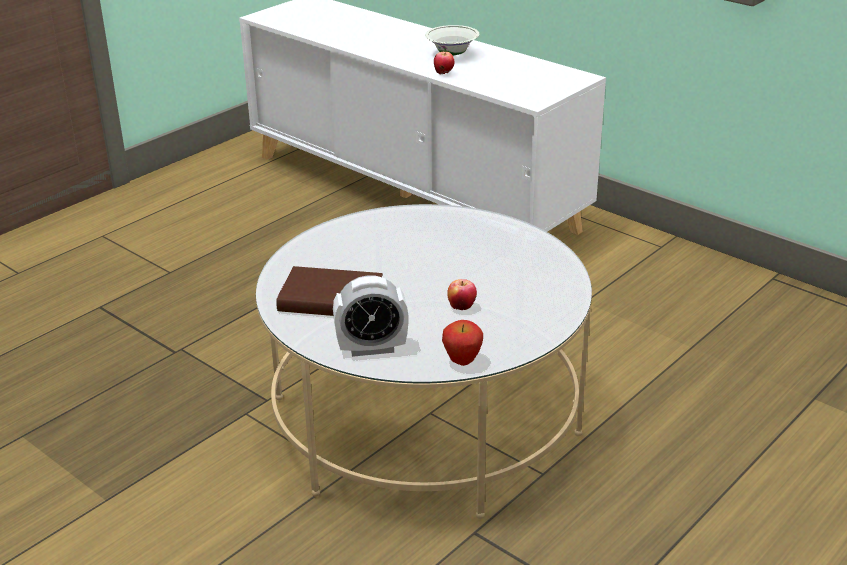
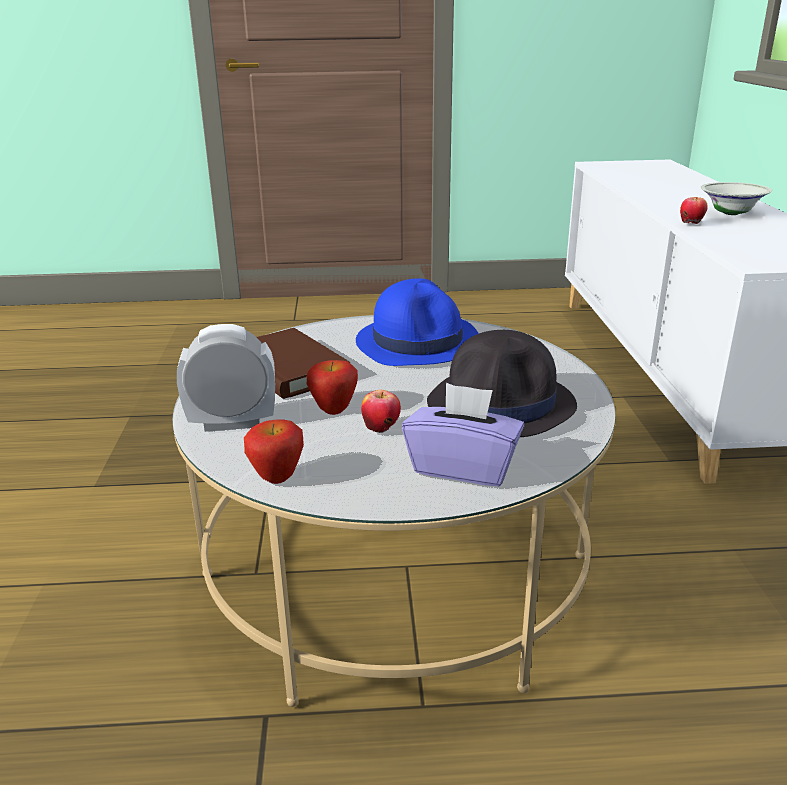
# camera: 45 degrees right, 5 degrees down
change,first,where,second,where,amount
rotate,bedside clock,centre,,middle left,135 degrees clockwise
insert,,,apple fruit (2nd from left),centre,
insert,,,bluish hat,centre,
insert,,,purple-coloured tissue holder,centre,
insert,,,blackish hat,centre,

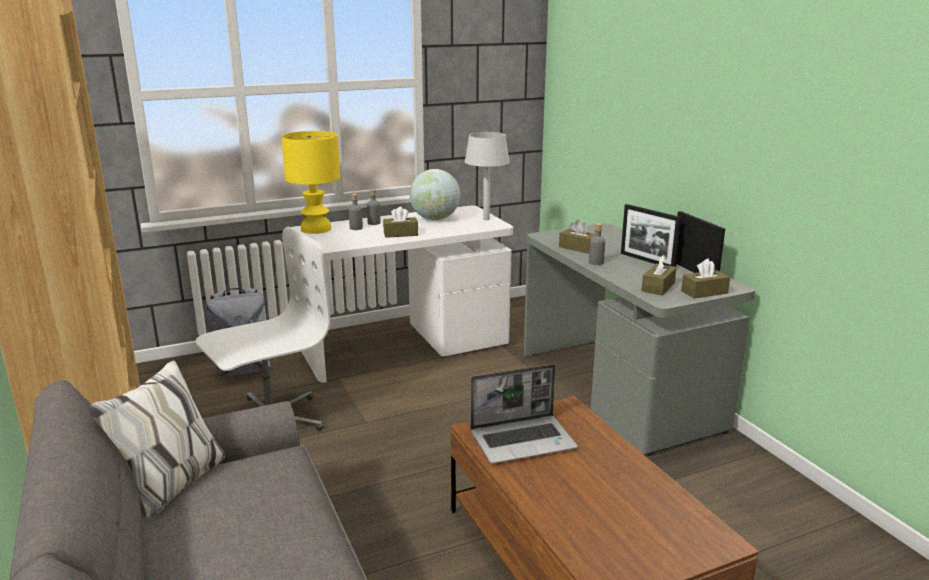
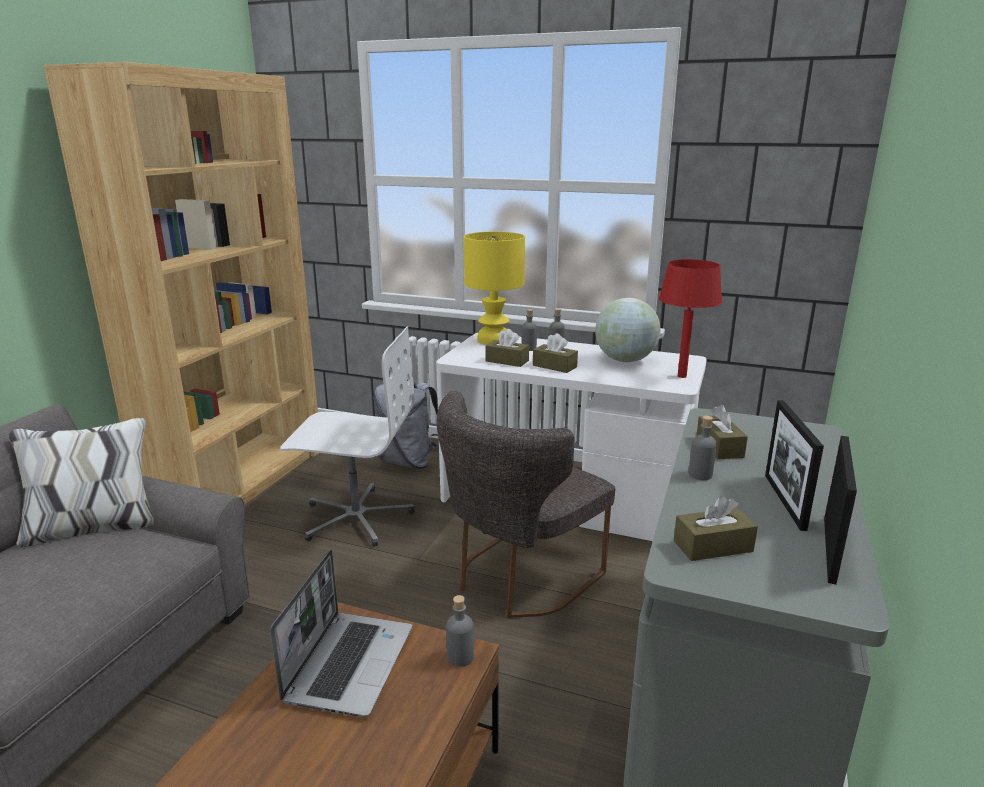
# camera: 45 degrees right, 0 degrees up
change,first,where,second,where,amount
recolor,greyish tabletop lamp,top centre,red-coloured tabletop lamp,middle right,
rotate,laptop,bottom centre,,bottom centre,105 degrees counterclockwise
move,brown tissue holder (4th from left in the first image),middle right,brown tissue holder (1st from left),centre,
insert,,,greyish plain chair,centre,
insert,,,greyish beverage bottle (1st from left),bottom centre,

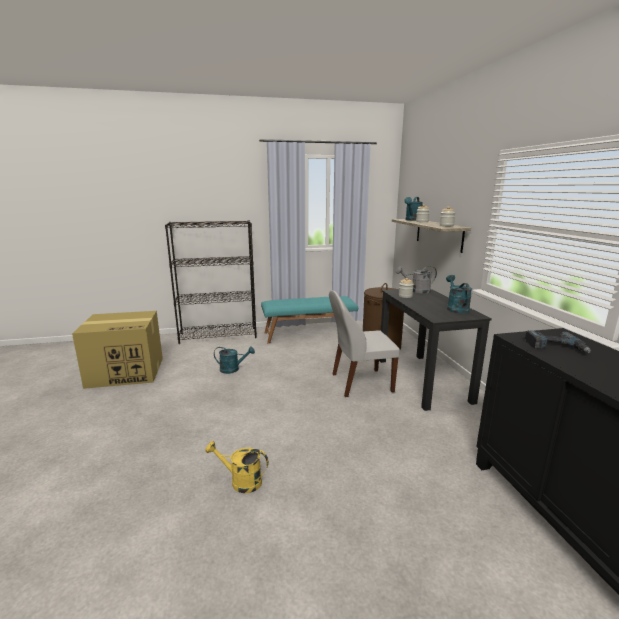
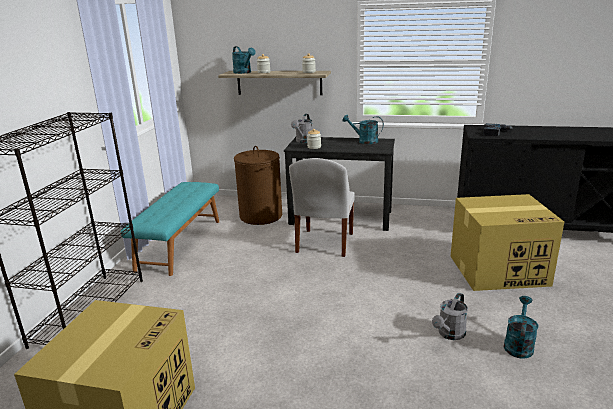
# camera: 65 degrees left, 5 degrees up
change,first,where,second,where,amount
recolor,yellow watering can,bottom centre,greyish watering can (2nd from left),bottom right,
move,blue-green watering can (1st from left in the first image),centre,blue-green watering can (3rd from left),bottom right,
insert,,,cardboard box (2nd from left),middle right,

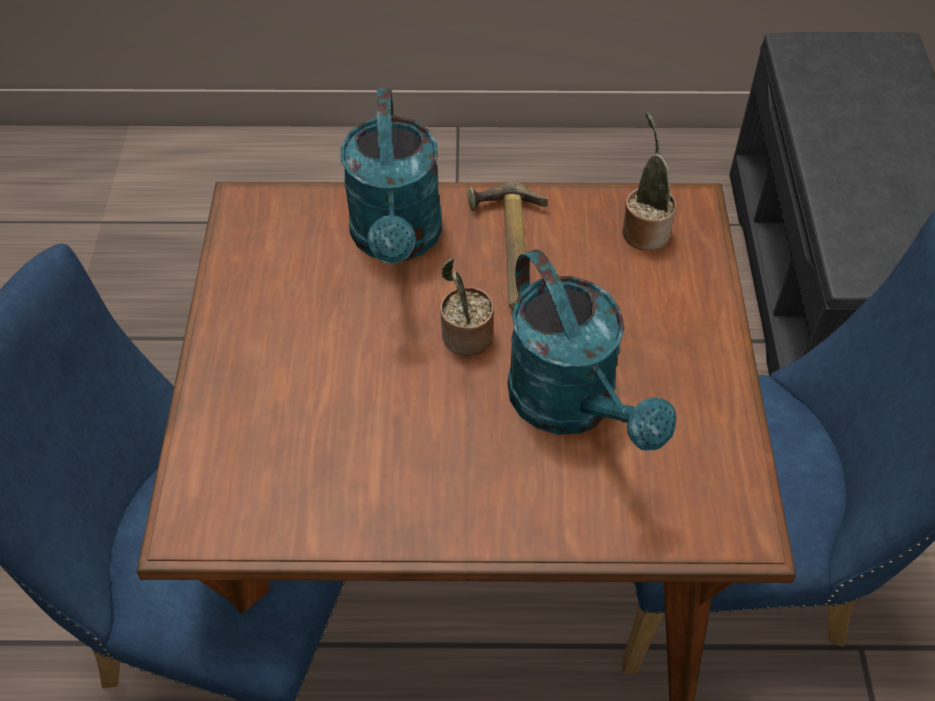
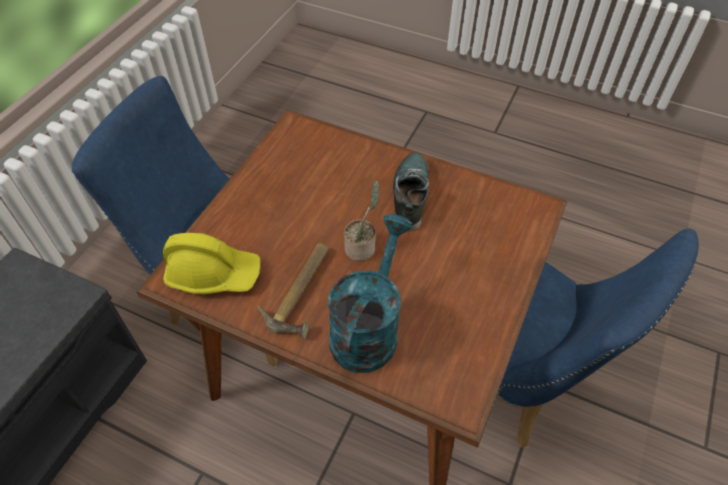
# camera: 155 degrees left, 0 degrees up
change,first,where,second,where,amount
delete,blue-green watering can (2nd from left),centre,,,
replace,houseplant (2nd from left),top right,yellow safety helmet,middle left,
insert,,,low shoe,centre,

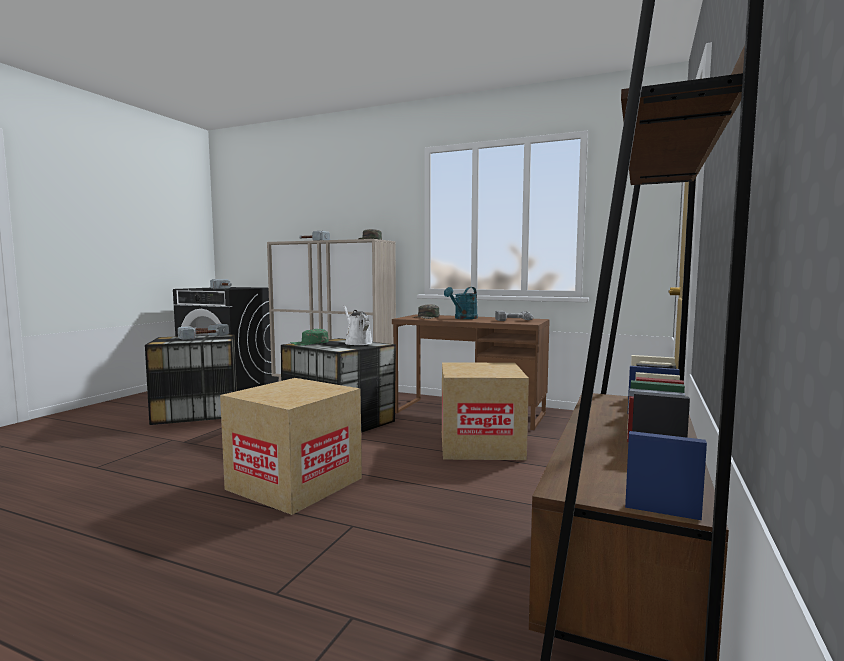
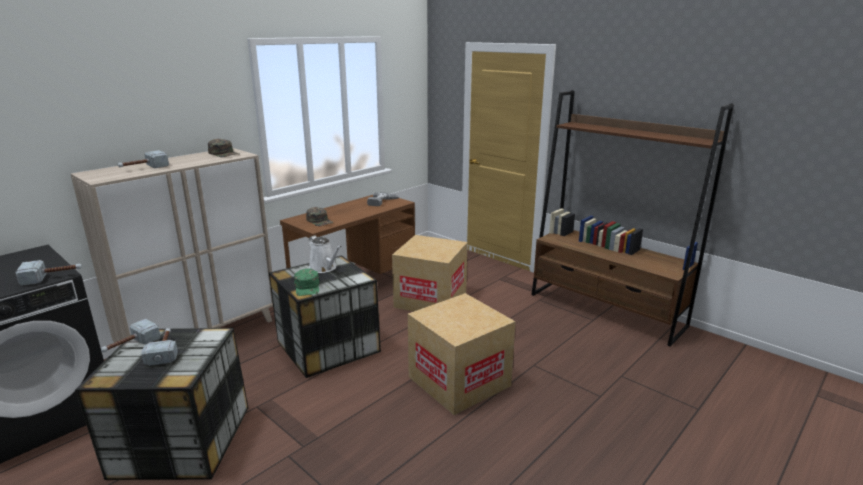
# camera: 70 degrees left, 15 degrees up
change,first,where,second,where,amount
rotate,white-coloured watering can,centre,,centre,120 degrees counterclockwise
delete,blue-green watering can,centre,,,

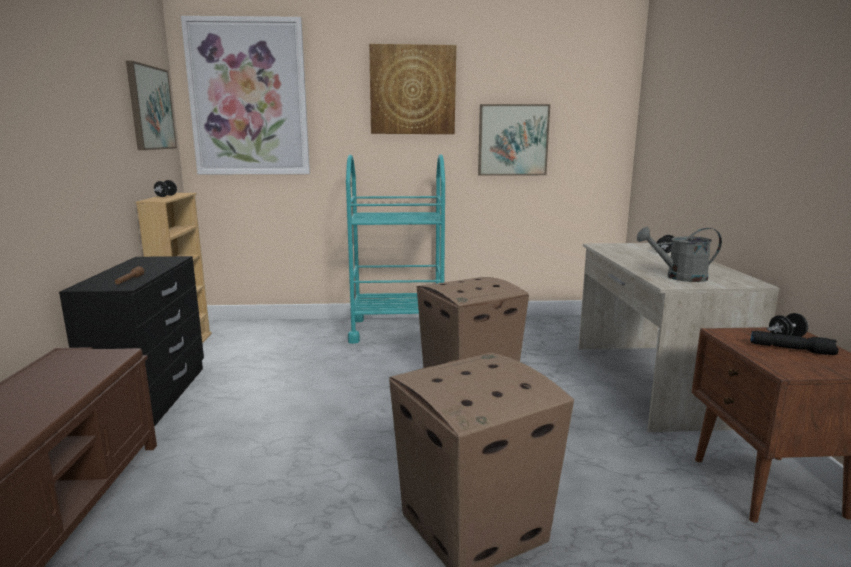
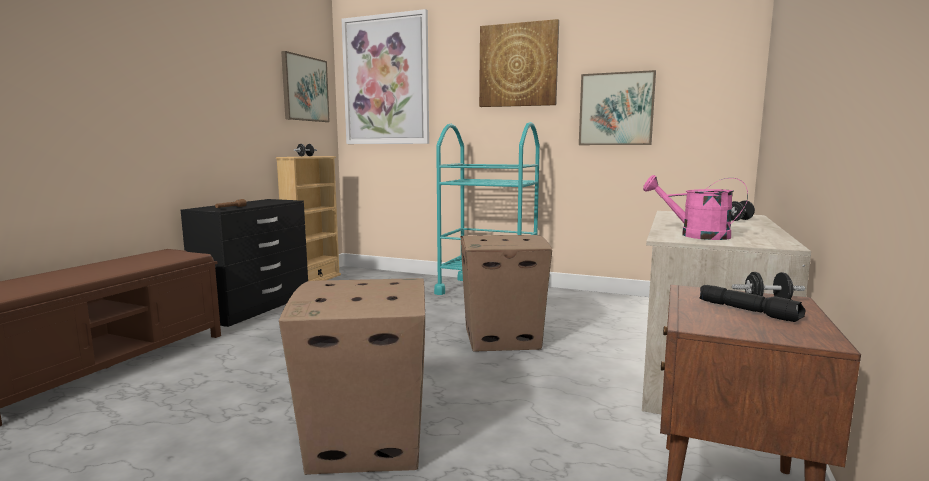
# camera: 25 degrees right, 5 degrees down
change,first,where,second,where,amount
recolor,greyish watering can,middle right,pink-coloured watering can,middle right,

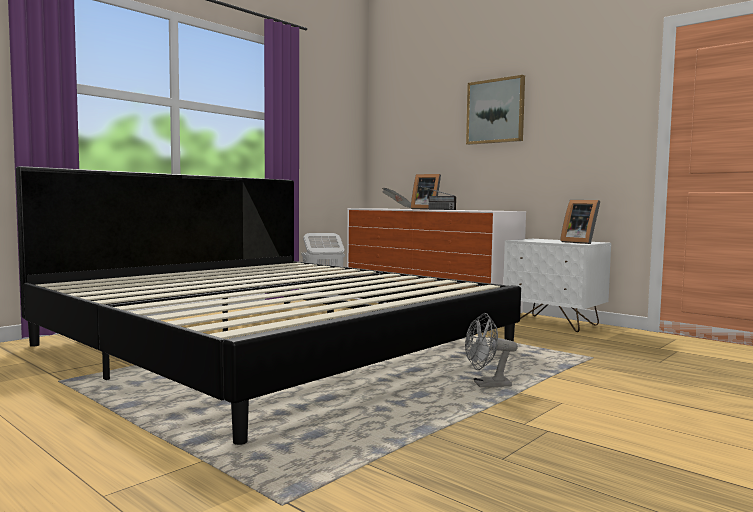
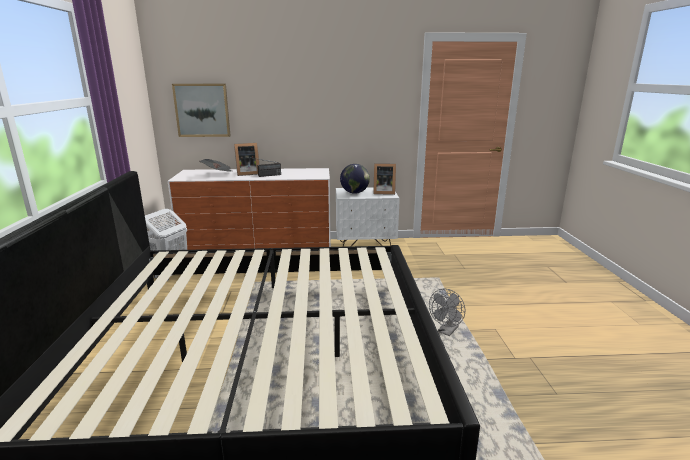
# camera: 45 degrees left, 15 degrees up
change,first,where,second,where,amount
move,picture,top centre,,top left,
insert,,,globe,centre,

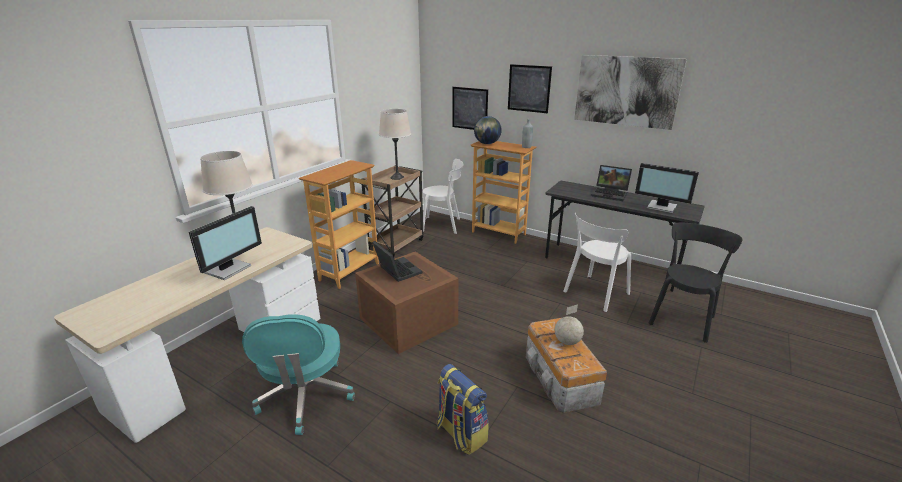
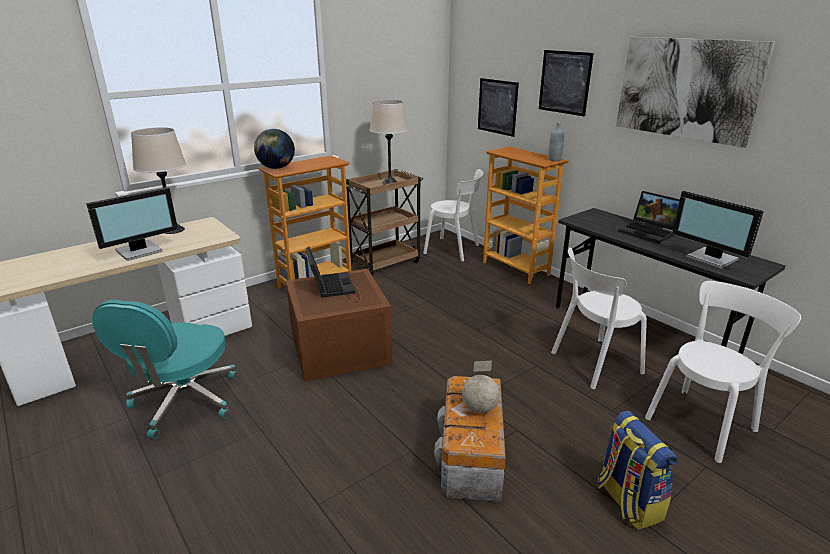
# camera: 20 degrees right, 0 degrees up
change,first,where,second,where,amount
move,rucksack,bottom centre,,bottom right,
move,globe (1st from left),top centre,,top left,
recolor,blackish plain chair,middle right,white-coloured plain chair (3rd from left),bottom right,

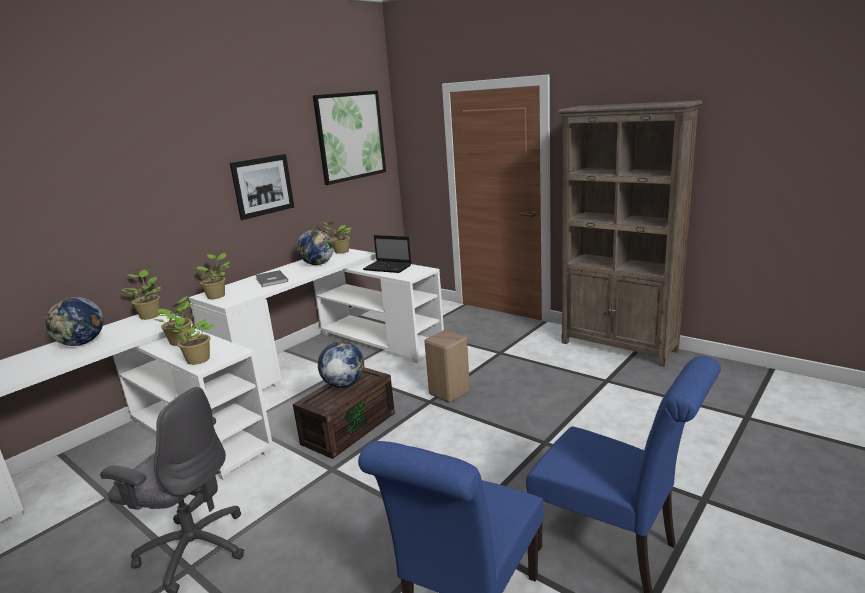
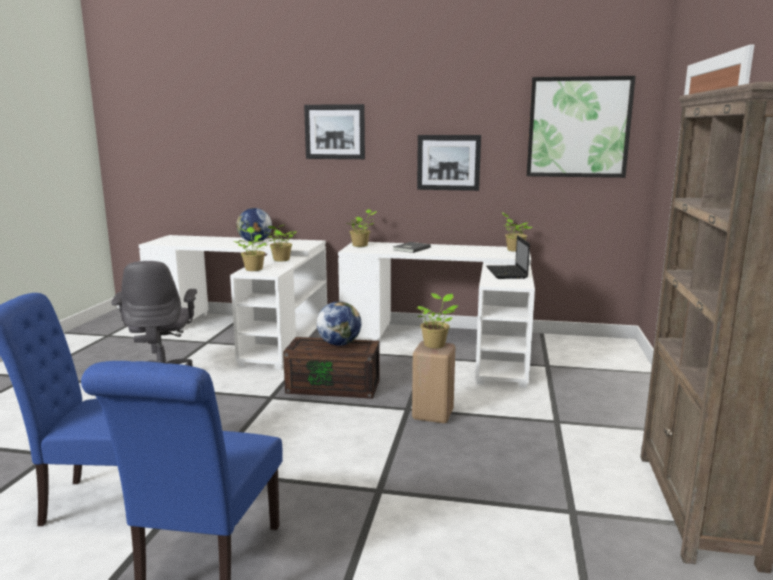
# camera: 60 degrees right, 5 degrees down
change,first,where,second,where,amount
move,houseplant (1st from left in the first image),middle left,houseplant (4th from left),centre,
delete,globe (2nd from left),centre,,,
insert,,,picture (1st from left),top centre,

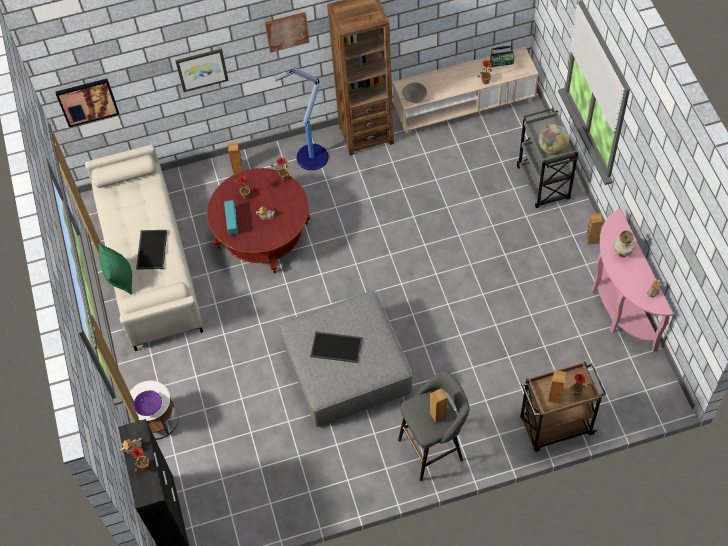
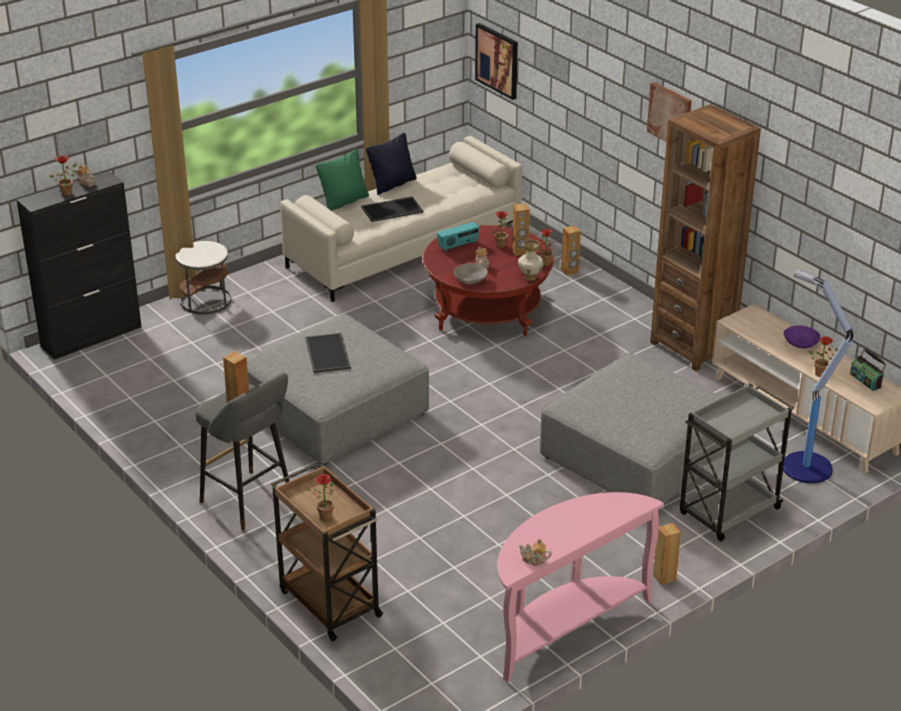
# camera: 65 degrees right, 25 degrees down
change,first,where,second,where,amount
move,purple-coloured bowl,bottom left,,middle right,
delete,picture (2nd from left),top left,,,
move,standard lamp,top centre,,middle right,
move,greyish bowl,top centre,,centre,
delete,globe,top right,,,
move,brown speaker (3rd from left in the first image),bottom right,brown speaker (2nd from left),top centre,
move,flower vase,middle right,,centre,
insert,,,blackish cushion,top centre,
insert,,,greyish pouffe (2nd from left),middle right,

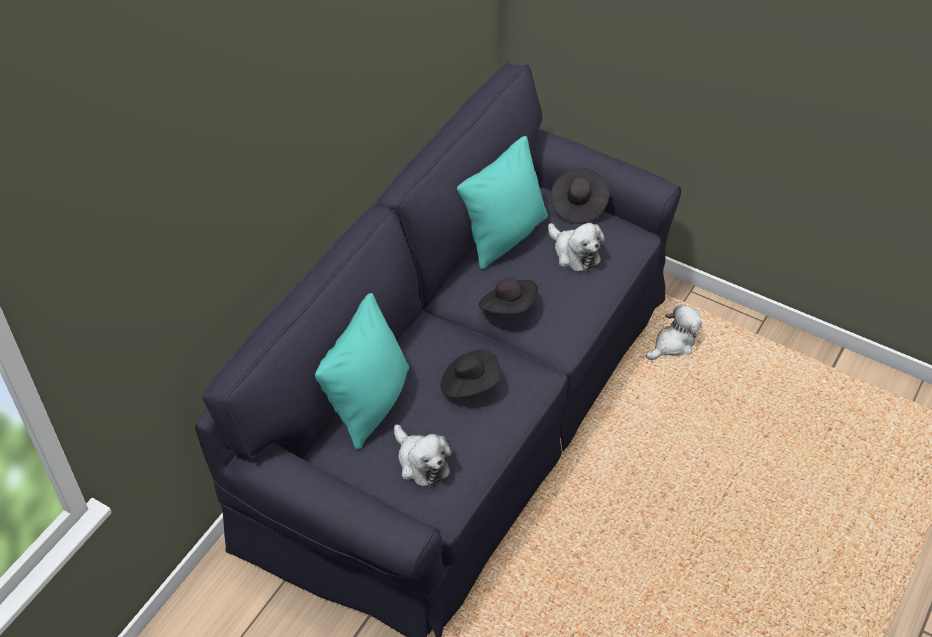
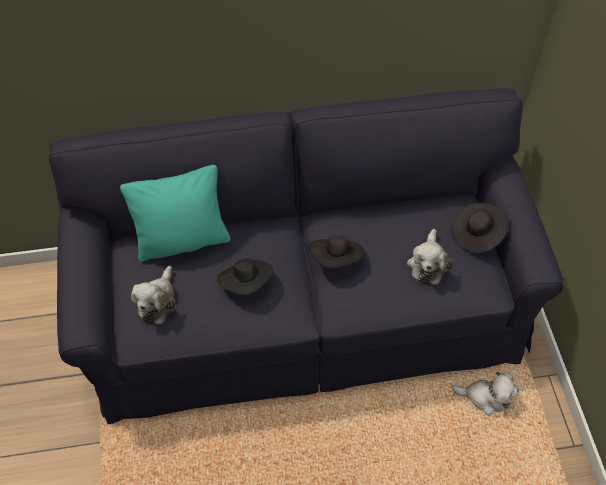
# camera: 50 degrees right, 5 degrees up
change,first,where,second,where,amount
delete,blue-green cushion (2nd from left),top centre,,,

